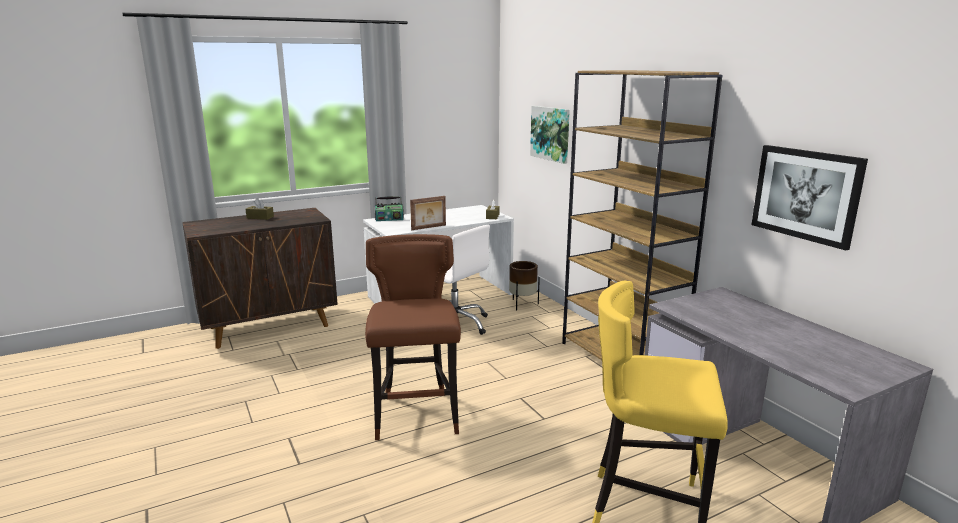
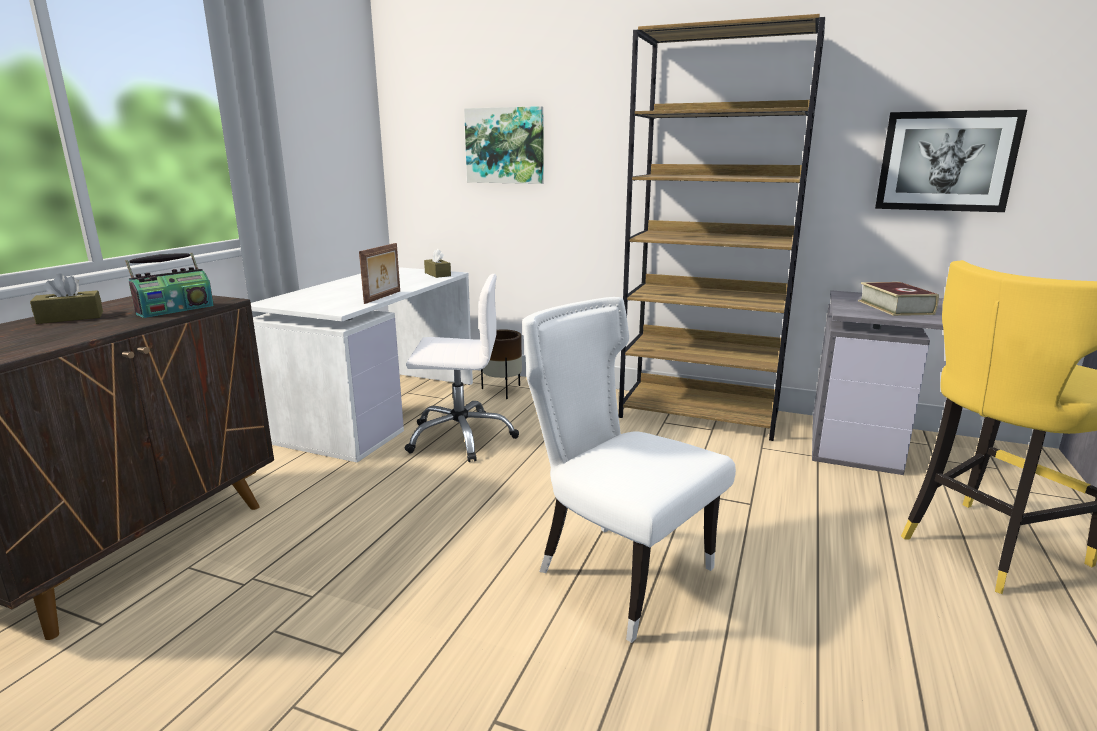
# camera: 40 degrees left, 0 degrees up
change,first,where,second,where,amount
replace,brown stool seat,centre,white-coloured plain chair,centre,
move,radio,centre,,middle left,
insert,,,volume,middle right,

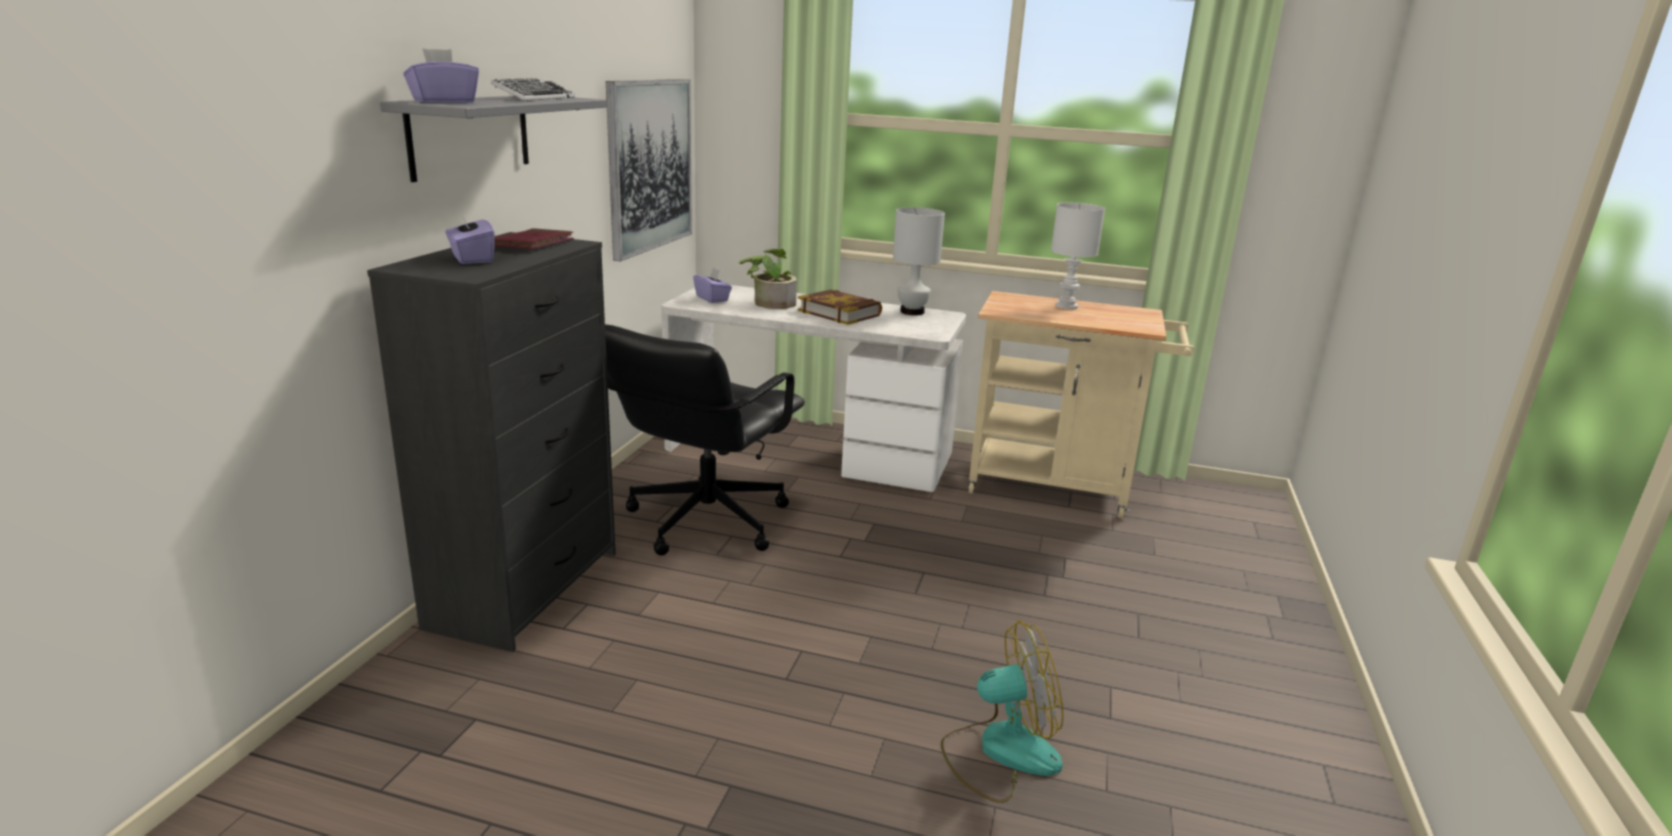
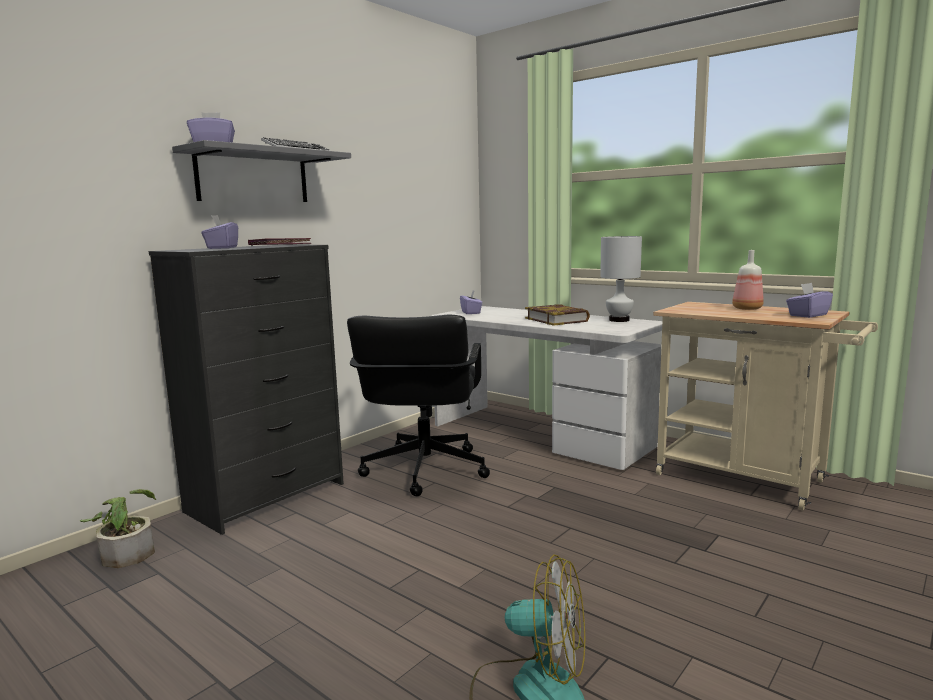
# camera: 25 degrees right, 10 degrees down
change,first,where,second,where,amount
rotate,blackish computer chair,centre,,centre,45 degrees counterclockwise
delete,picture,top centre,,,
move,houseplant,centre,,bottom left,
replace,white-coloured tabletop lamp (2nd from left),top centre,beverage bottle,middle right,
insert,,,purple-coloured tissue holder (4th from left),middle right,

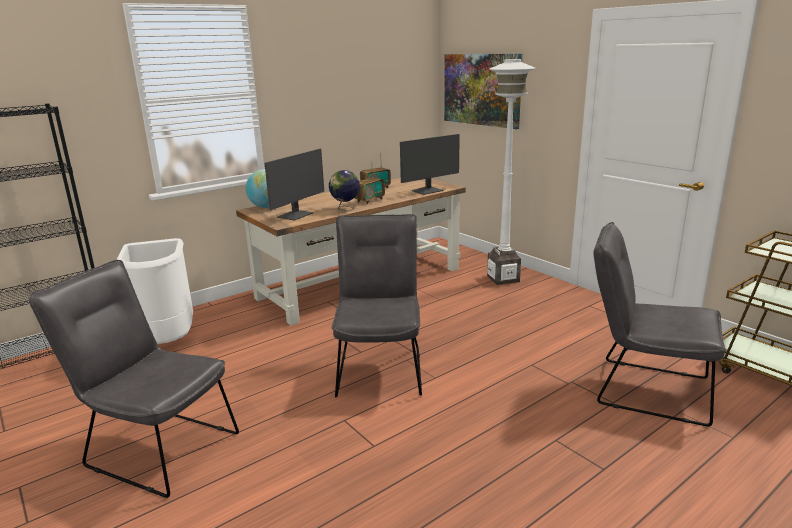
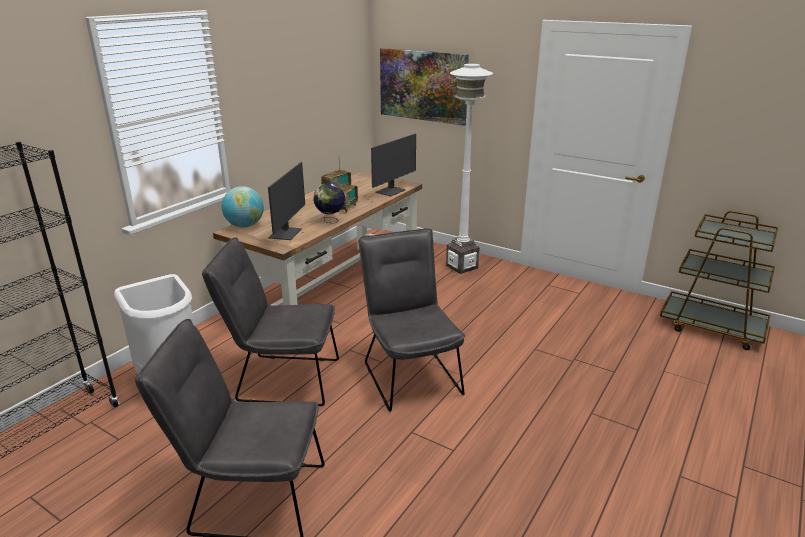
# camera: 20 degrees left, 5 degrees up
change,first,where,second,where,amount
move,greyish plain chair (3rd from left in the first image),middle right,greyish plain chair (2nd from left),centre,

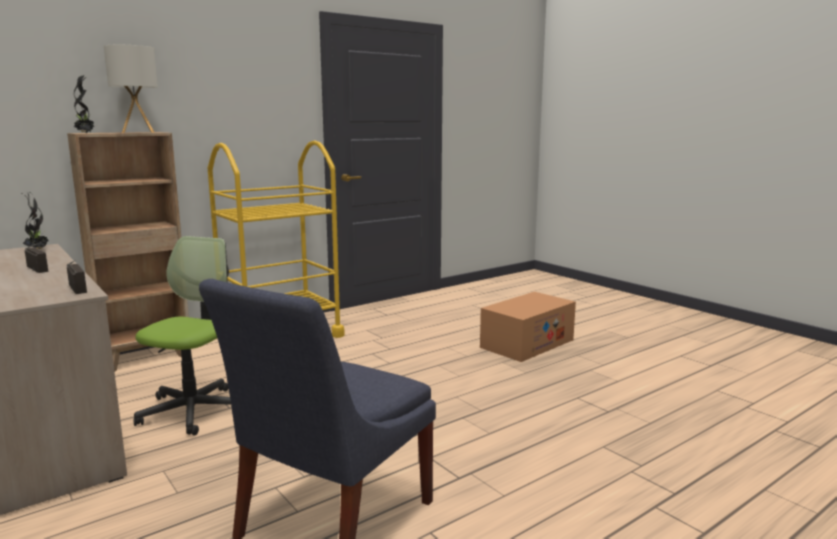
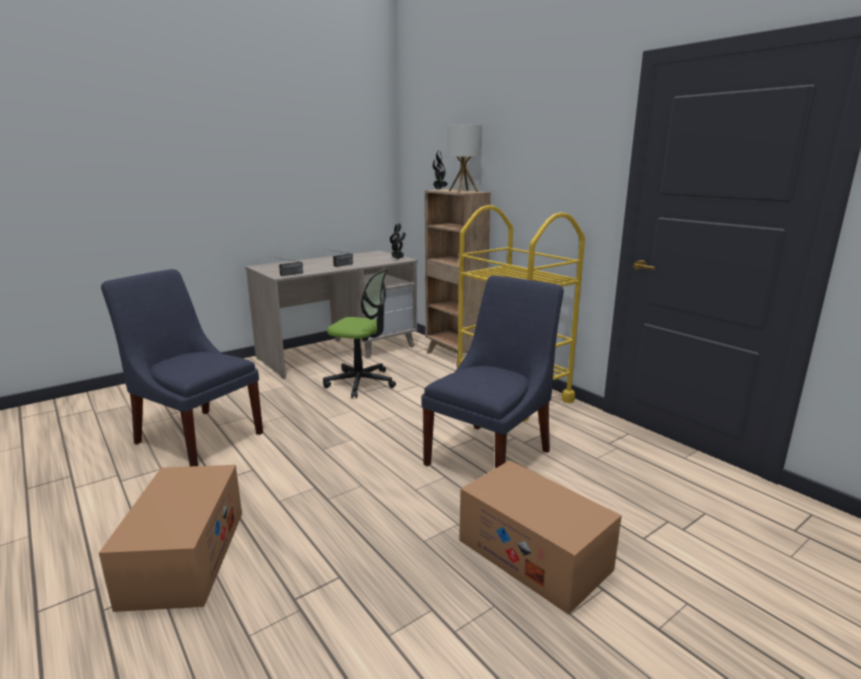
# camera: 90 degrees right, 5 degrees up
change,first,where,second,where,amount
insert,,,cardboard box (1st from left),bottom left,
insert,,,bluish plain chair (2nd from left),centre,

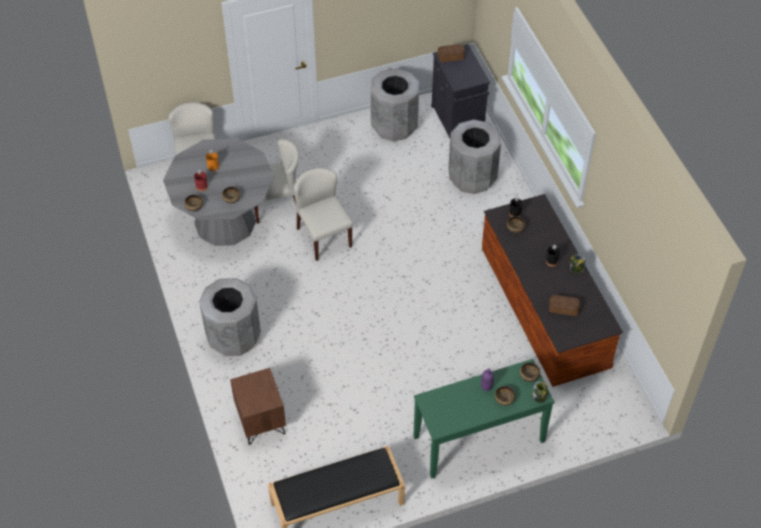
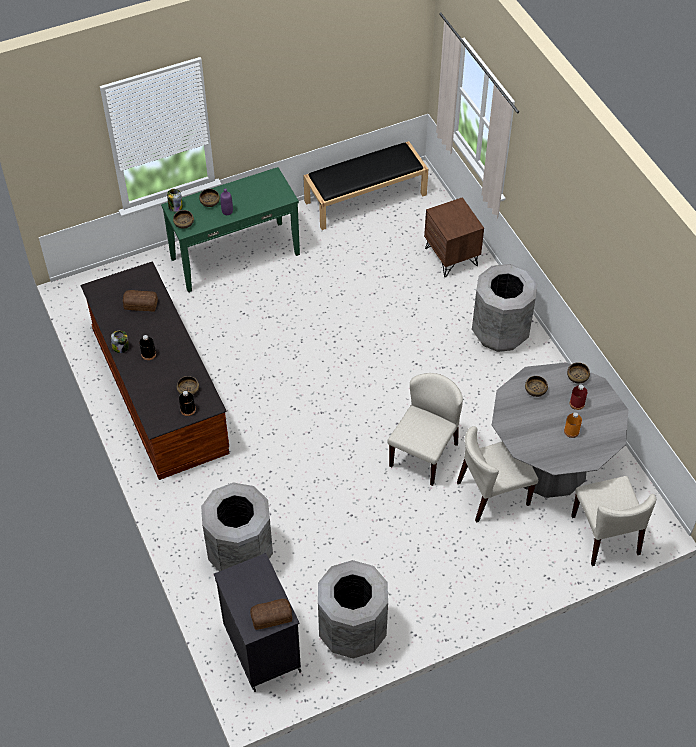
# camera: 175 degrees right, 0 degrees up
change,first,where,second,where,amount
rotate,beige-coloured plain chair (3rd from left in the first image),centre,beige-coloured plain chair (1st from left),centre,120 degrees counterclockwise

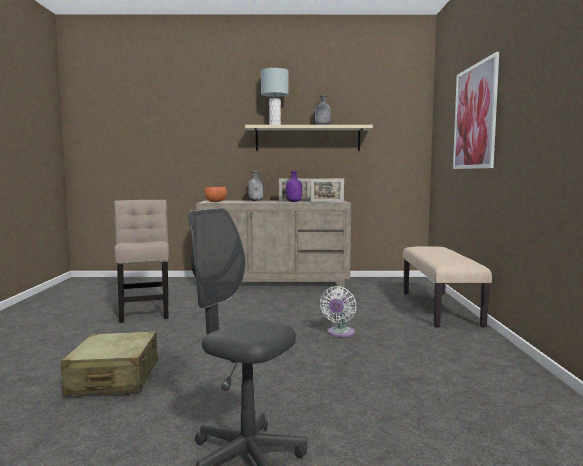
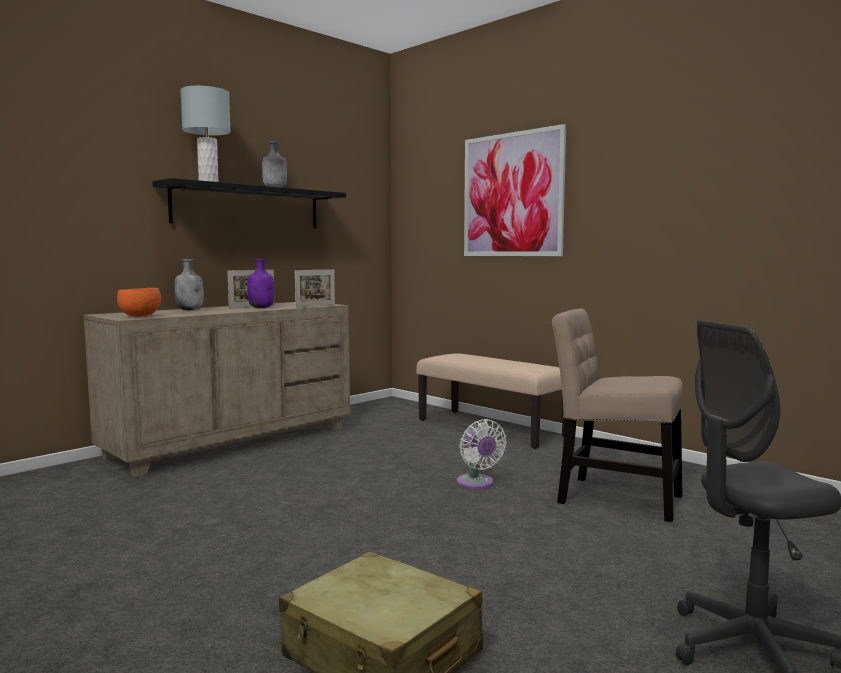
# camera: 45 degrees left, 0 degrees up
change,first,where,second,where,amount
move,beige-coloured plain chair,middle left,,middle right,
recolor,beige-coloured bracket shelf,top centre,blackish bracket shelf,top left,

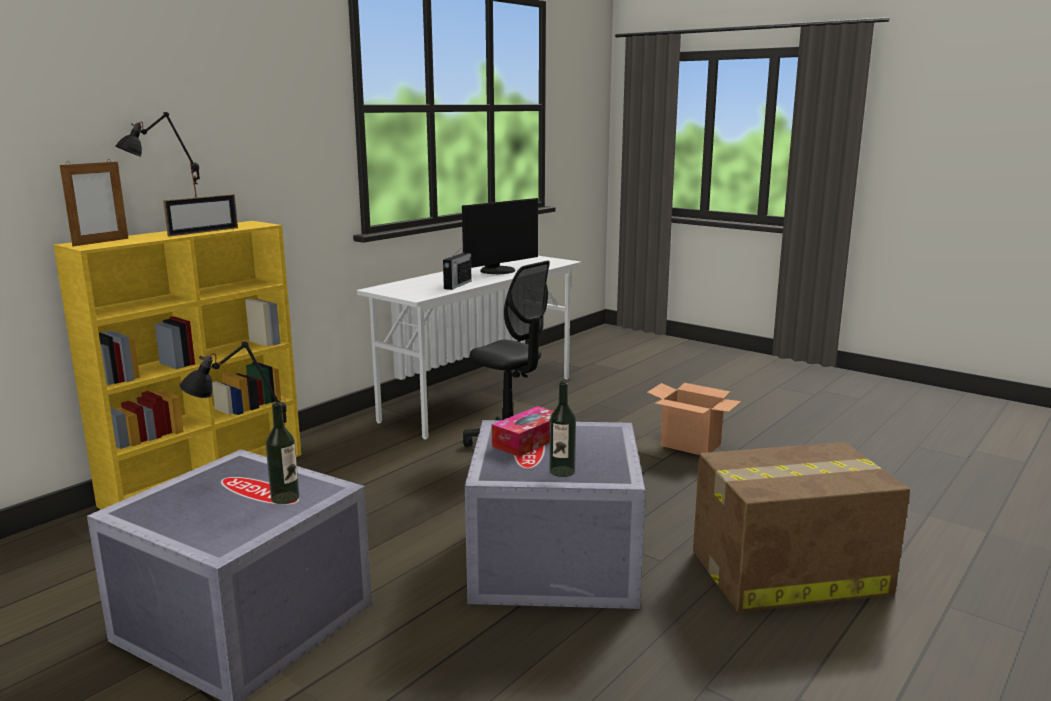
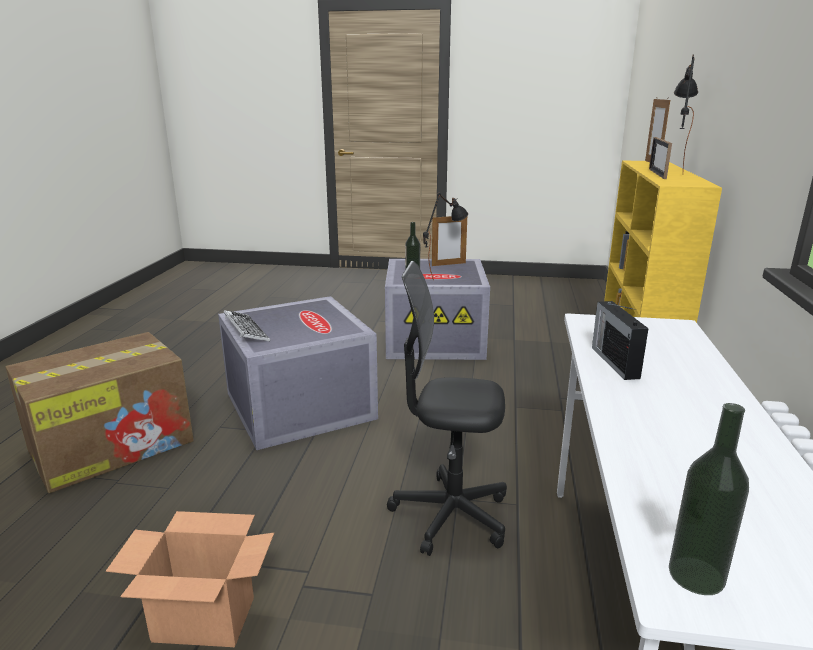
# camera: 150 degrees right, 5 degrees up
change,first,where,second,where,amount
delete,computer display,centre,,,
delete,tissue holder,centre,,,
move,beverage bottle (2nd from left),centre,,bottom right,
insert,,,computer keyboard,middle left,
insert,,,picture frame (1st from left),centre,

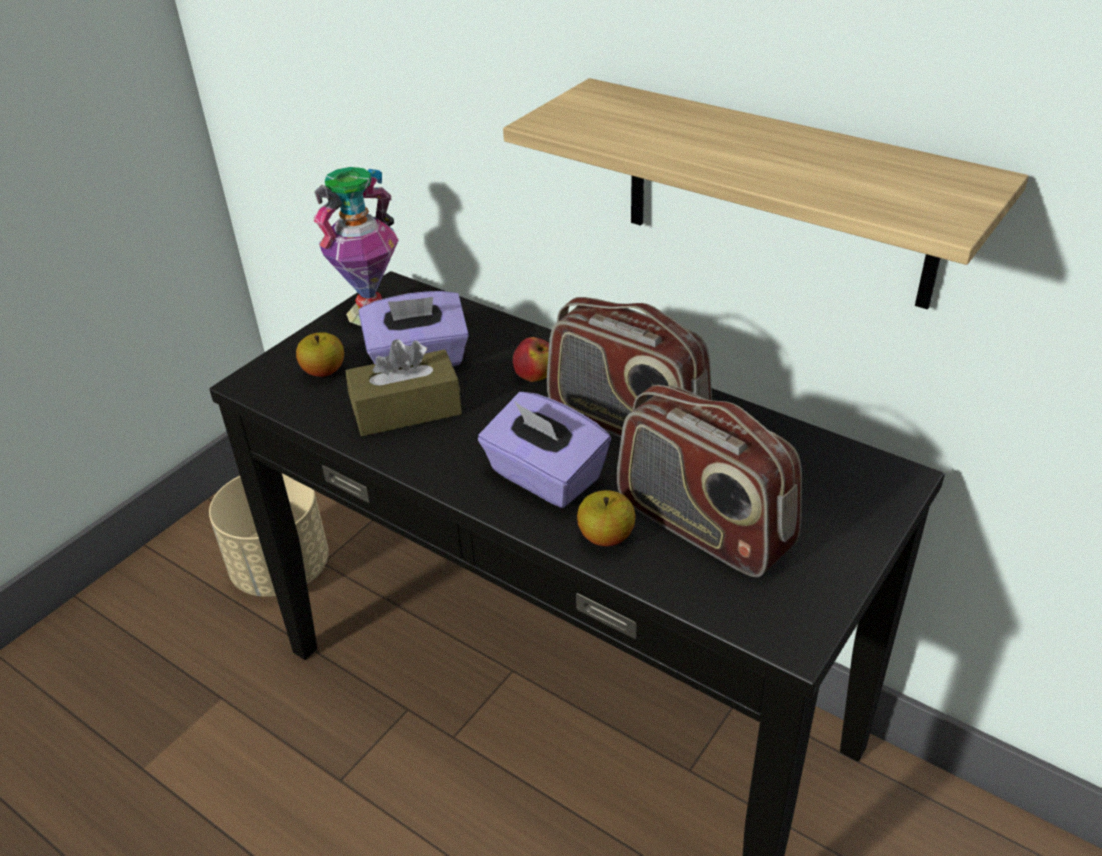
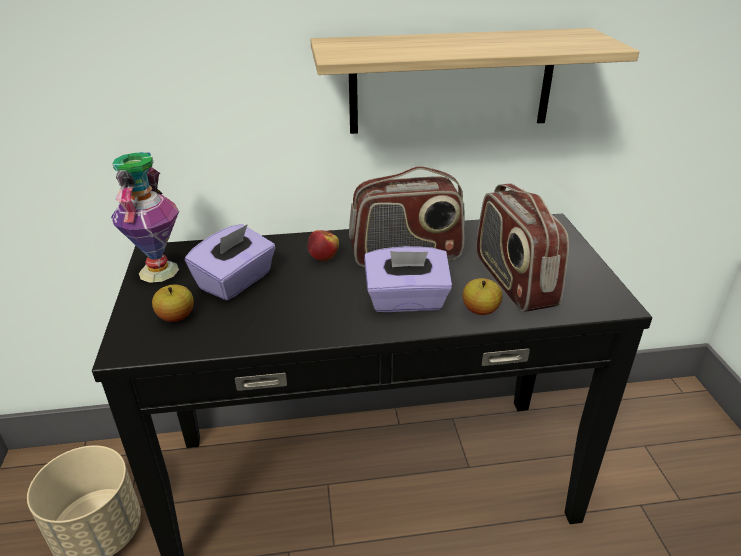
# camera: 45 degrees left, 5 degrees down
change,first,where,second,where,amount
delete,brown tissue holder,centre,,,
rotate,radio (2nd from left),centre,,middle right,75 degrees clockwise

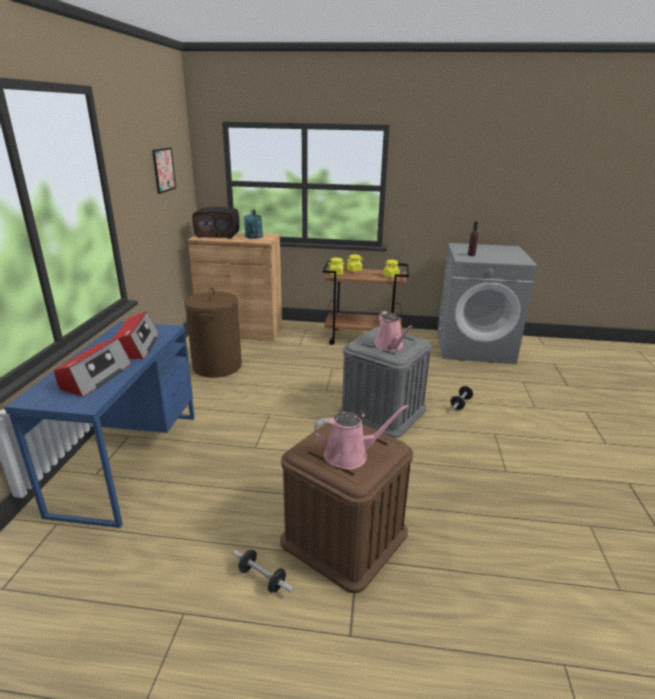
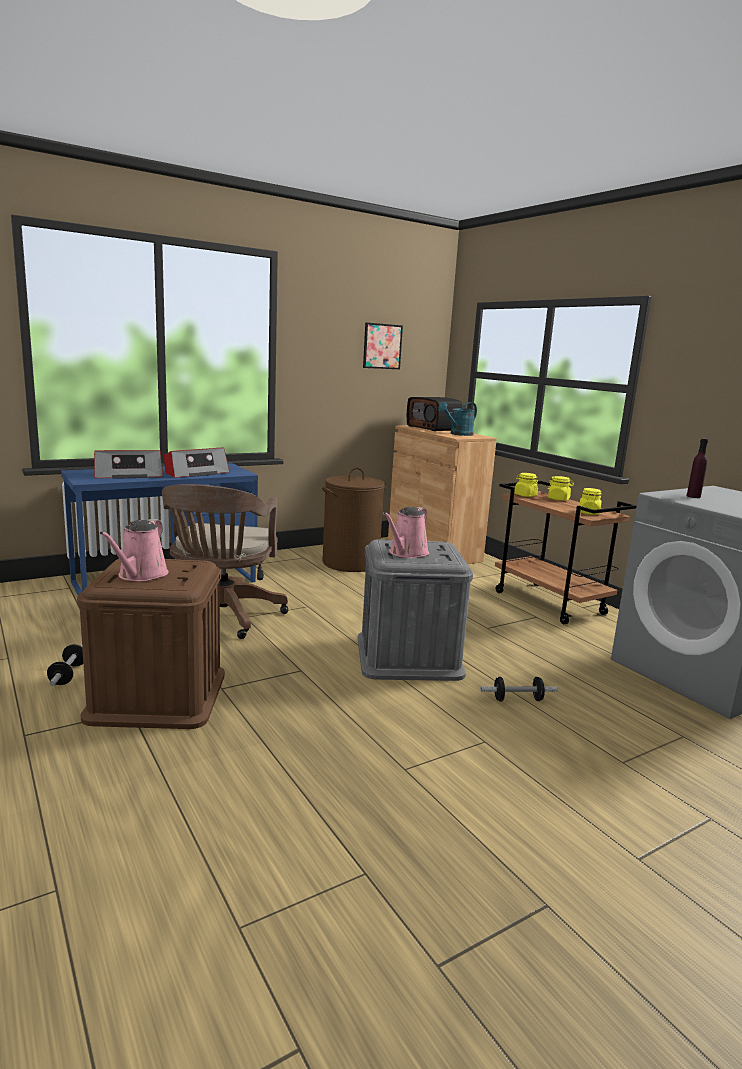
# camera: 50 degrees right, 10 degrees down
change,first,where,second,where,amount
rotate,pink-coloured watering can (1st from left),centre,,middle left,60 degrees clockwise
insert,,,brown computer chair,middle left,

